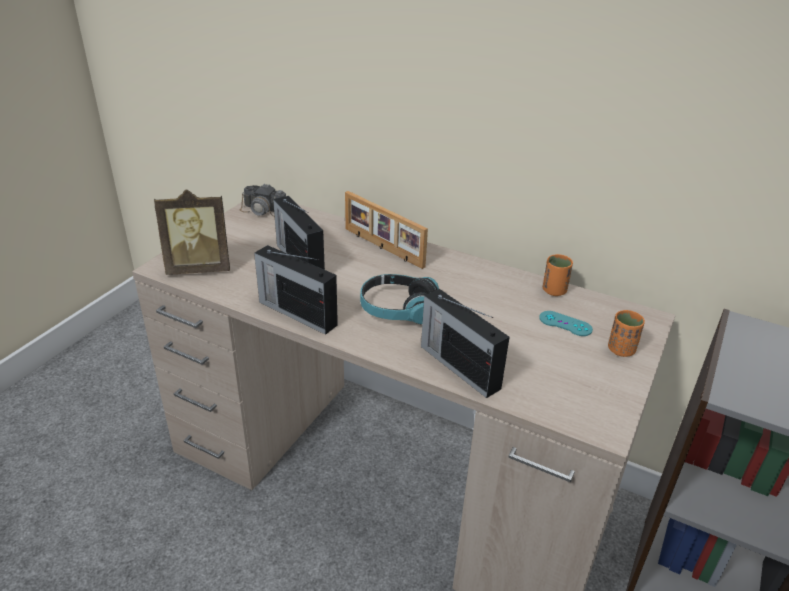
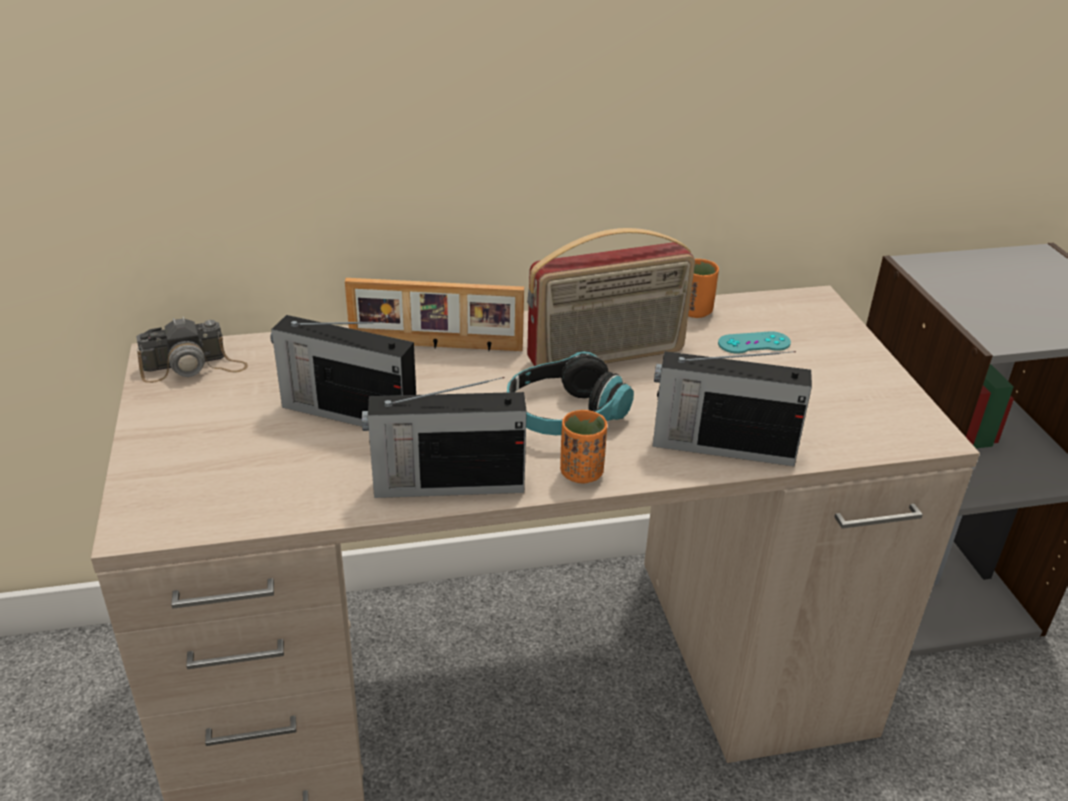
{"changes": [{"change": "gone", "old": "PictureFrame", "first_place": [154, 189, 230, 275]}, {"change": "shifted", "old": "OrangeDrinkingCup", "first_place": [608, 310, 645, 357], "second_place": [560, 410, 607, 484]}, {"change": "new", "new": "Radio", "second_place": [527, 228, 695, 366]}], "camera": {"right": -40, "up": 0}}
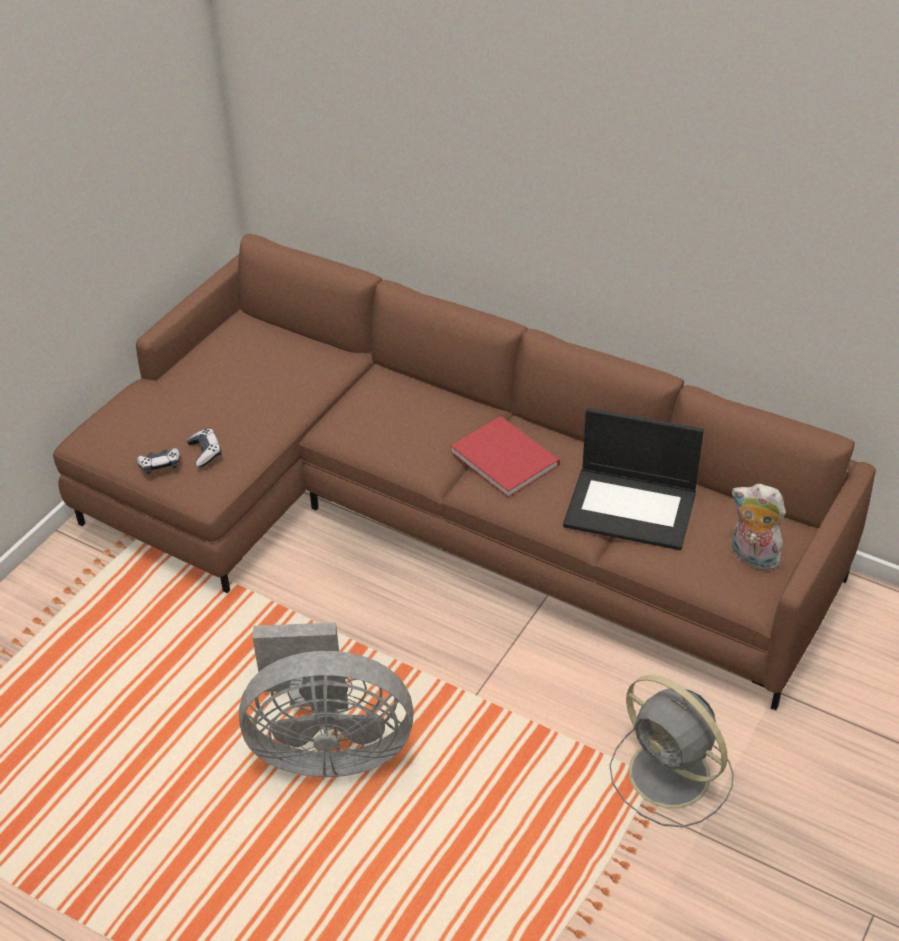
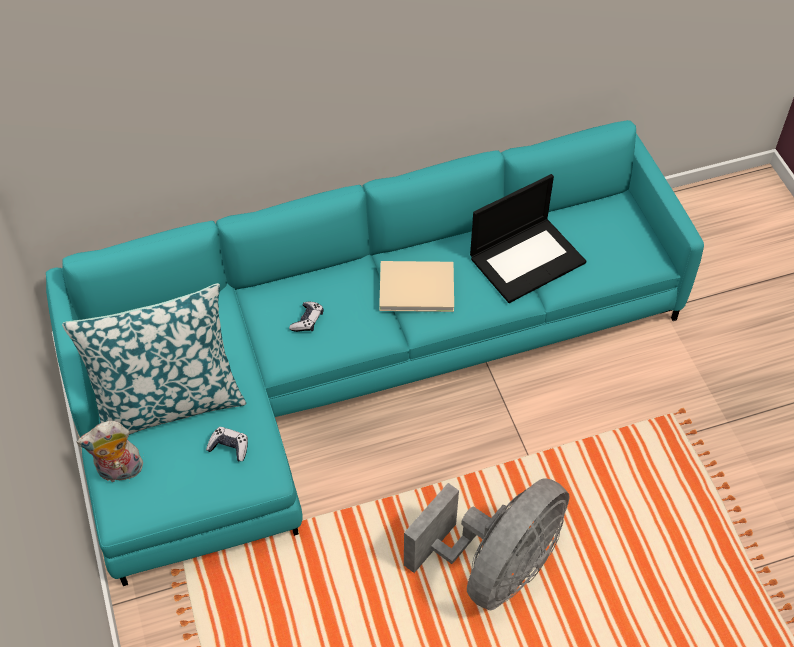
{"changes": [{"change": "repainted", "old": "BrownishSettee", "new": "TurquoiseColouredSettee", "first_place": [53, 234, 876, 711], "second_place": [46, 120, 704, 586]}, {"change": "repainted", "old": "RedColouredBook", "new": "BeigeBook", "first_place": [451, 416, 560, 498], "second_place": [379, 261, 454, 312]}, {"change": "shifted", "old": "Joypad", "first_place": [136, 448, 180, 474], "second_place": [289, 302, 323, 332]}, {"change": "shifted", "old": "SoftToy", "first_place": [731, 484, 786, 570], "second_place": [77, 421, 143, 482]}, {"change": "gone", "old": "GreyCoolingFan", "first_place": [609, 675, 734, 827]}, {"change": "new", "new": "Cushion", "second_place": [62, 283, 247, 435]}], "camera": {"right": -50, "up": 10}}
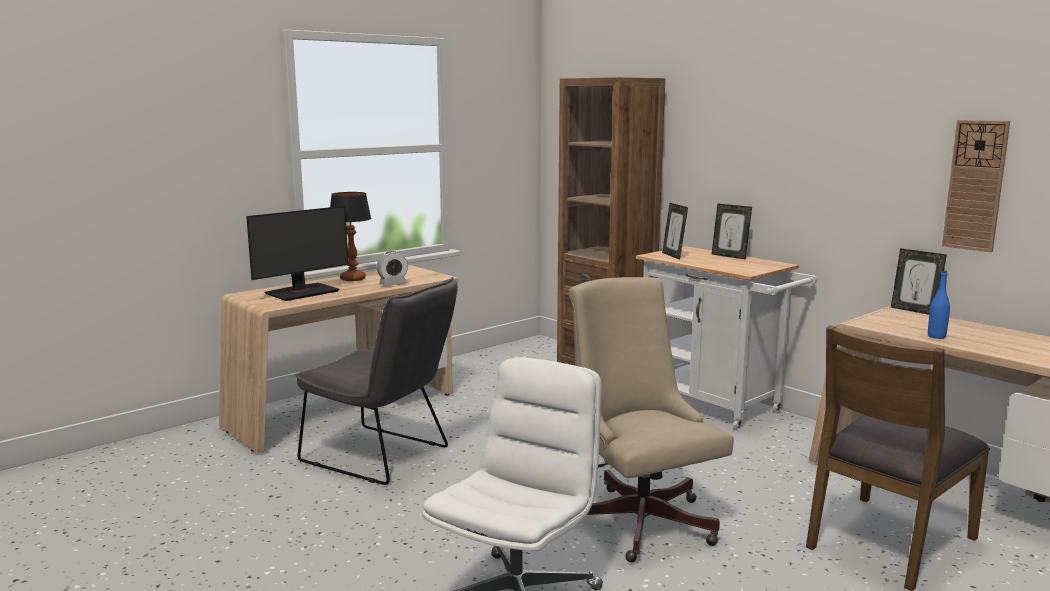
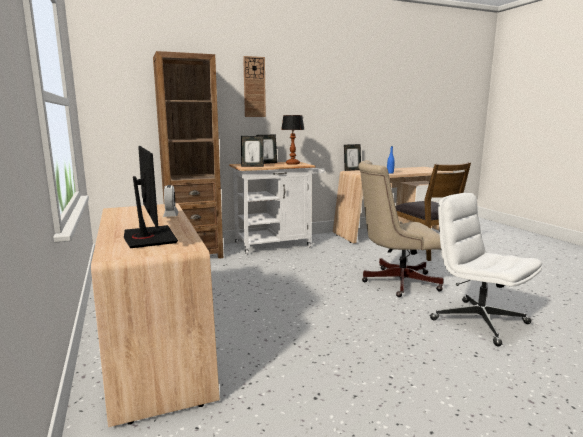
{"changes": [{"change": "shifted", "old": "ClockOnTheWall", "first_place": [942, 120, 1010, 252], "second_place": [243, 56, 266, 117]}, {"change": "shifted", "old": "TabletopLamp", "first_place": [330, 192, 371, 281], "second_place": [281, 115, 305, 165]}, {"change": "gone", "old": "GreyChair", "first_place": [295, 277, 458, 485]}], "camera": {"right": -70, "up": 0}}
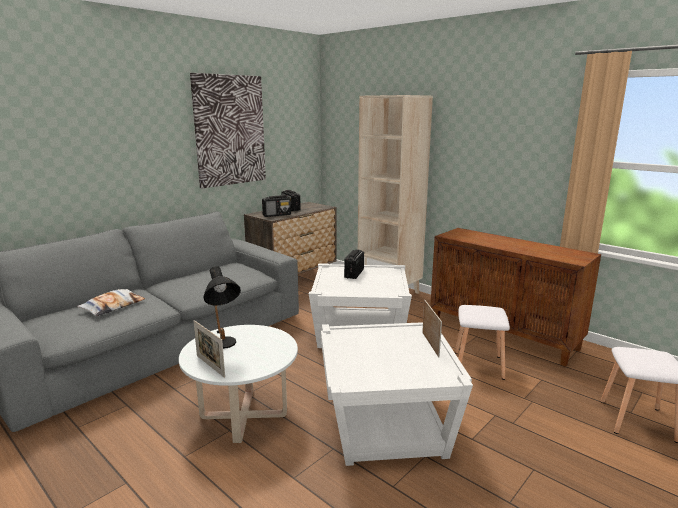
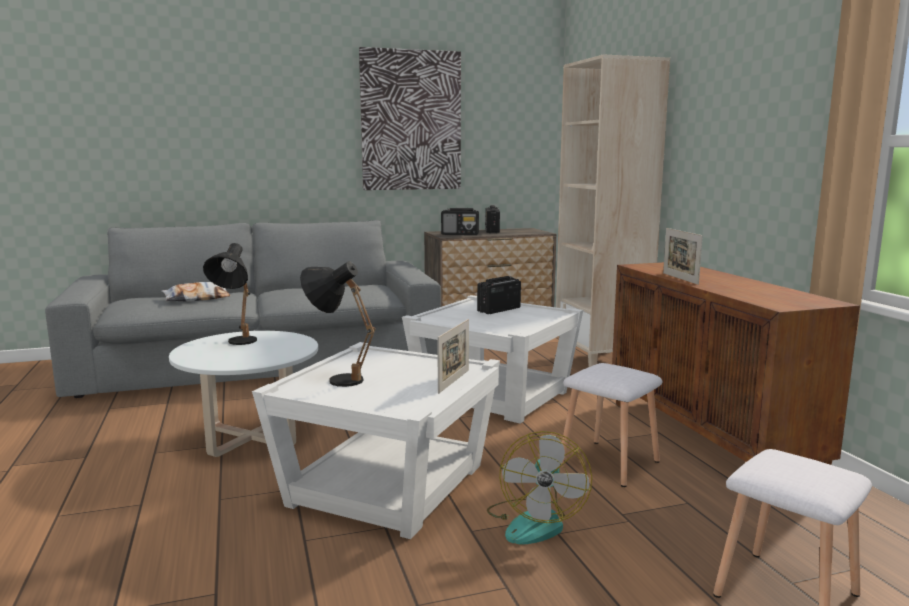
{"changes": [{"change": "shifted", "old": "PictureFrame", "first_place": [194, 320, 225, 378], "second_place": [663, 228, 703, 285]}, {"change": "new", "new": "BlackTabletopLamp", "second_place": [300, 261, 376, 387]}, {"change": "new", "new": "CoolingFan", "second_place": [487, 431, 592, 544]}], "camera": {"right": 30, "up": -5}}
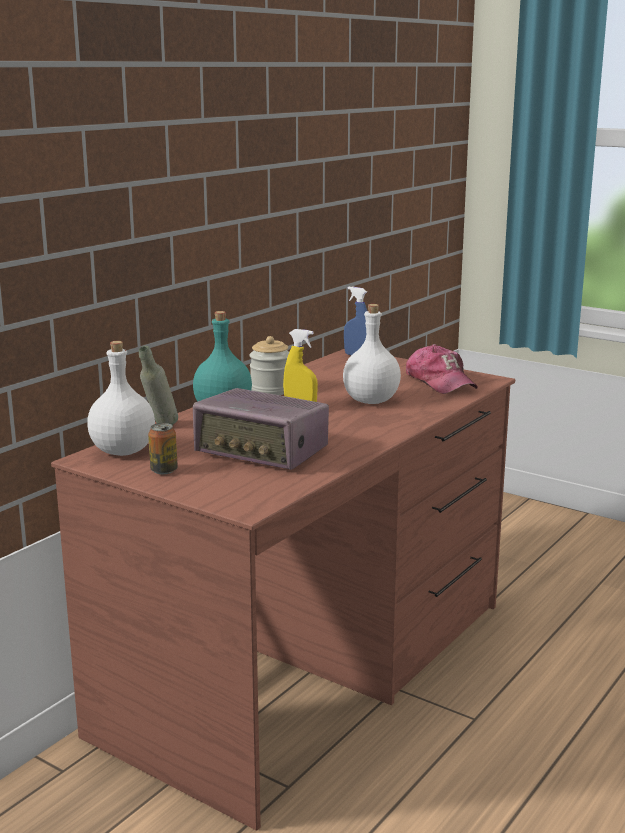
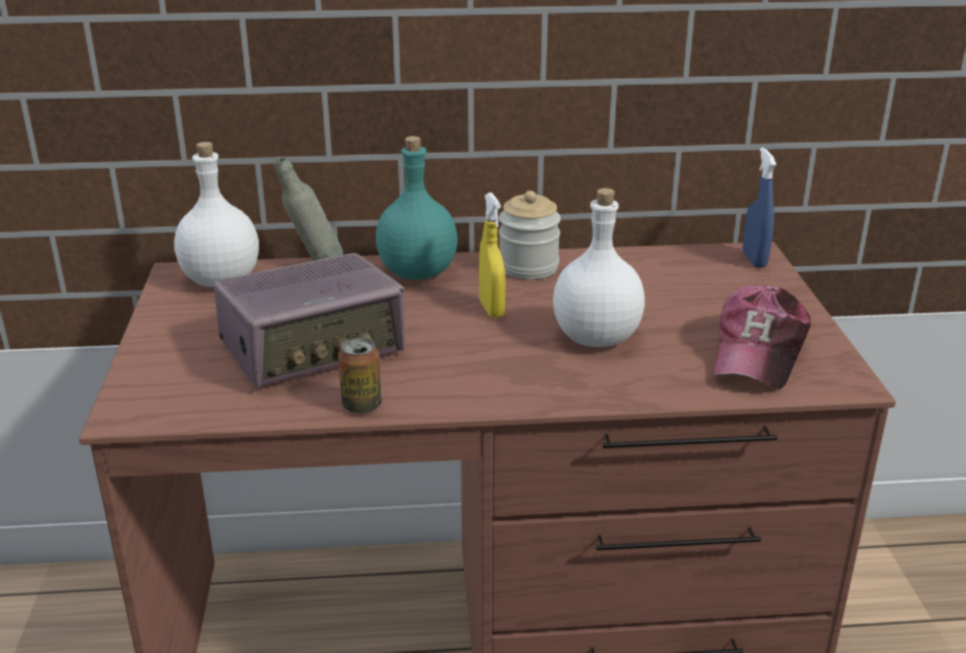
{"changes": [{"change": "rotated", "old": "Radio", "first_place": [193, 388, 329, 470], "second_place": [214, 253, 405, 388], "degrees": -105}, {"change": "shifted", "old": "Can", "first_place": [148, 423, 178, 474], "second_place": [338, 338, 382, 414]}], "camera": {"right": 50, "up": 10}}
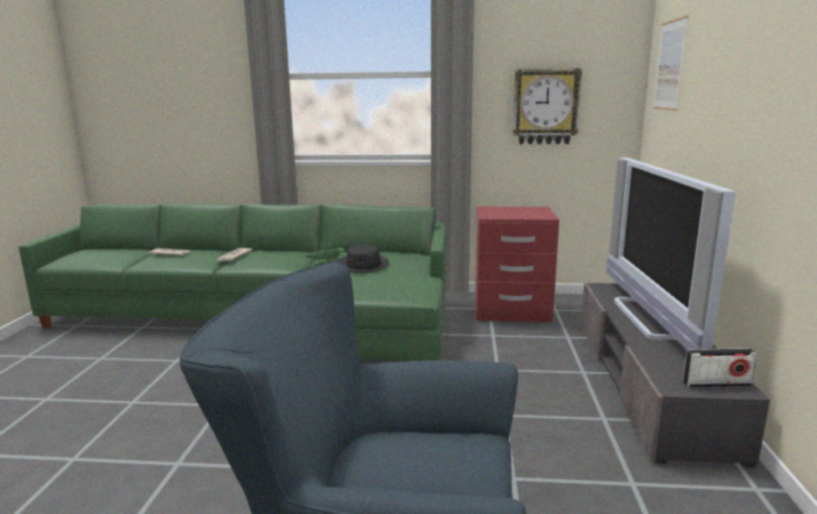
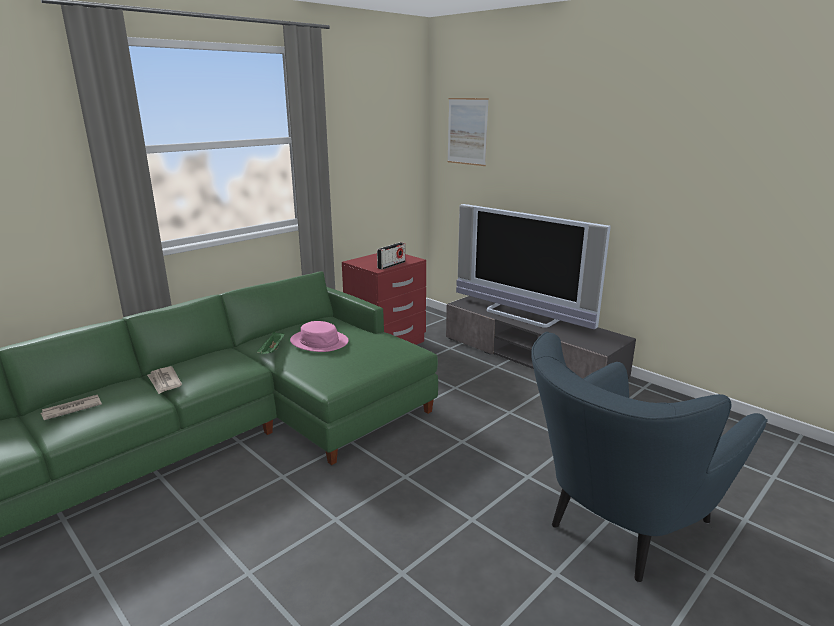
{"changes": [{"change": "gone", "old": "ClockOnTheWall", "first_place": [513, 68, 582, 144]}, {"change": "repainted", "old": "BlackClothingHat", "new": "PinkishClothingHat", "first_place": [338, 244, 389, 273], "second_place": [290, 321, 349, 352]}, {"change": "shifted", "old": "Radio", "first_place": [683, 348, 757, 388], "second_place": [377, 242, 405, 270]}], "camera": {"right": -50, "up": 5}}
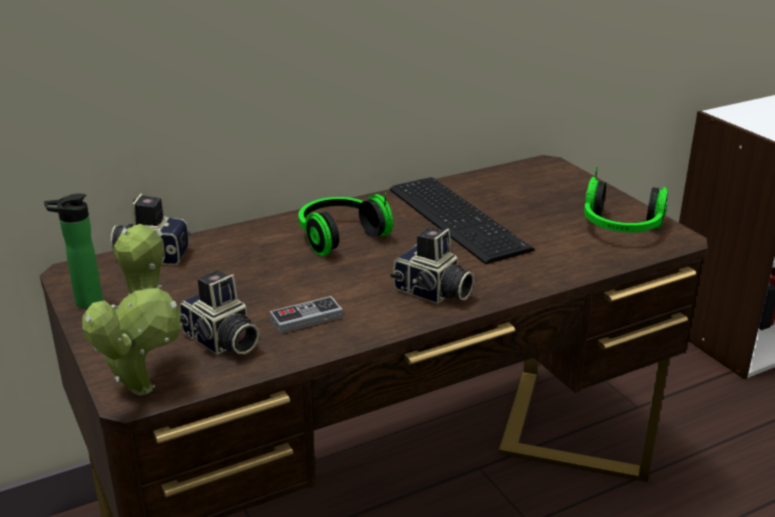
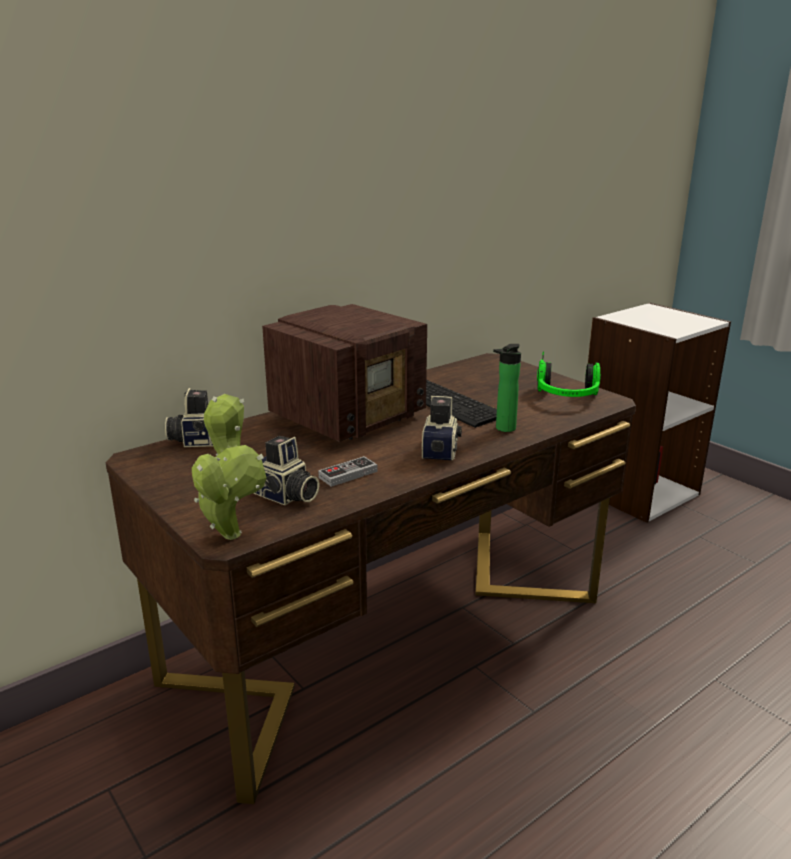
{"changes": [{"change": "shifted", "old": "BeverageBottle", "first_place": [44, 193, 103, 308], "second_place": [493, 344, 521, 432]}, {"change": "swapped", "old": "Headset", "new": "Radio", "first_place": [298, 193, 393, 256], "second_place": [262, 304, 427, 442]}, {"change": "rotated", "old": "PhotoCamera", "first_place": [390, 227, 475, 304], "second_place": [422, 396, 462, 461], "degrees": -105}], "camera": {"right": -10, "up": -5}}
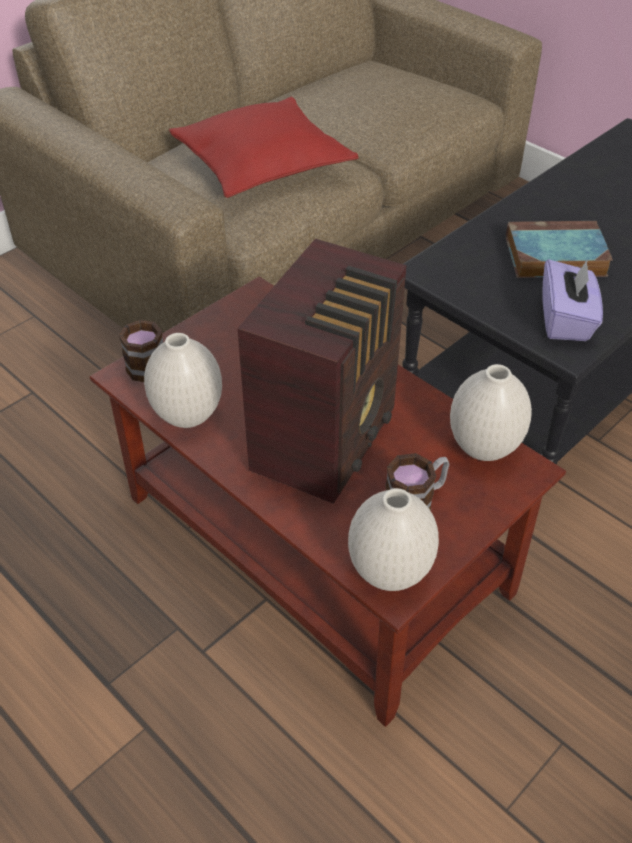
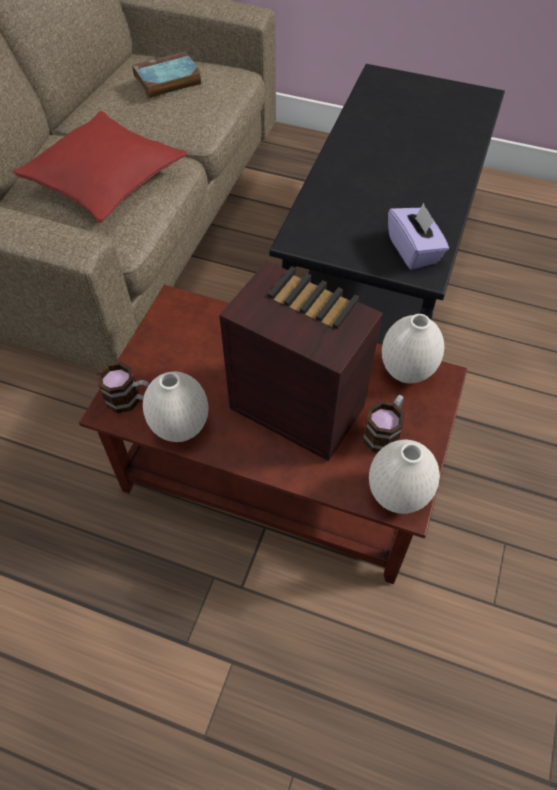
{"changes": [{"change": "shifted", "old": "Book", "first_place": [506, 221, 613, 278], "second_place": [132, 51, 202, 98]}, {"change": "rotated", "old": "Radio", "first_place": [237, 239, 407, 504], "second_place": [219, 261, 383, 461], "degrees": -60}], "camera": {"right": -25, "up": 10}}
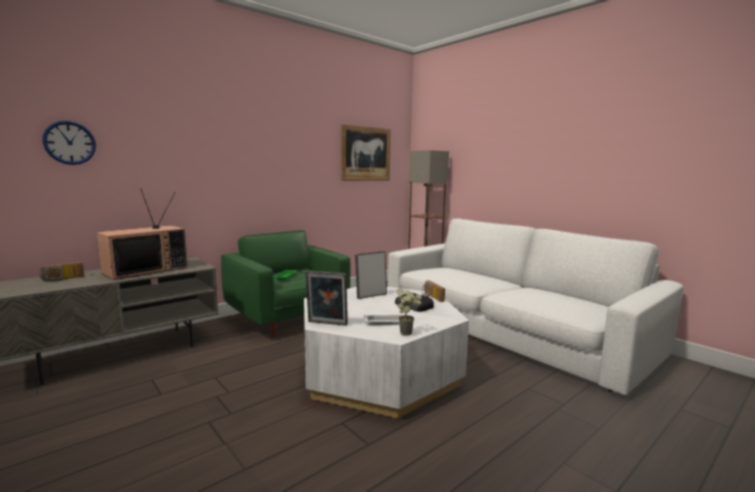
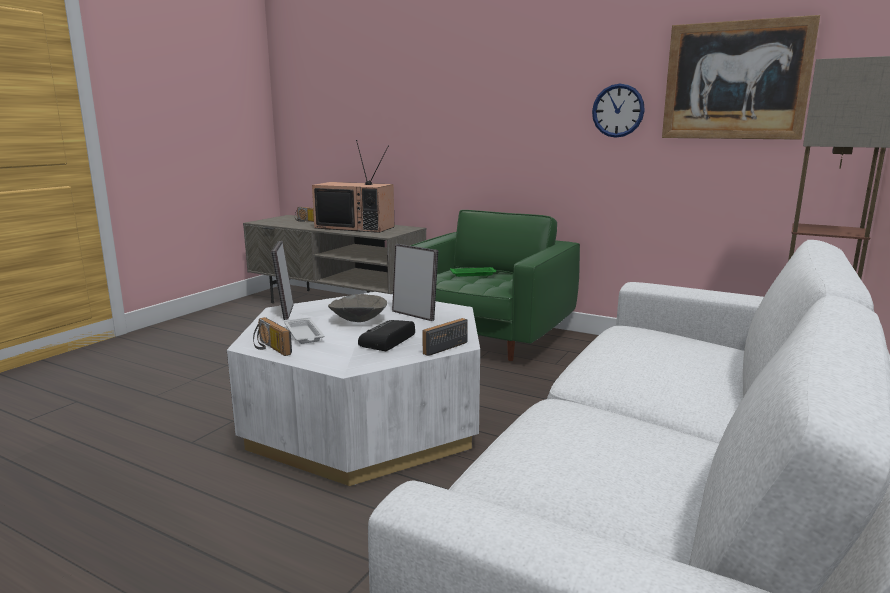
{"changes": [{"change": "shifted", "old": "ClockOnTheWall", "first_place": [42, 121, 96, 165], "second_place": [592, 84, 645, 138]}, {"change": "swapped", "old": "PlantInAPot", "new": "Radio", "first_place": [396, 289, 422, 336], "second_place": [253, 317, 292, 356]}, {"change": "new", "new": "GreyBowl", "second_place": [328, 294, 387, 322]}], "camera": {"right": 70, "up": 5}}
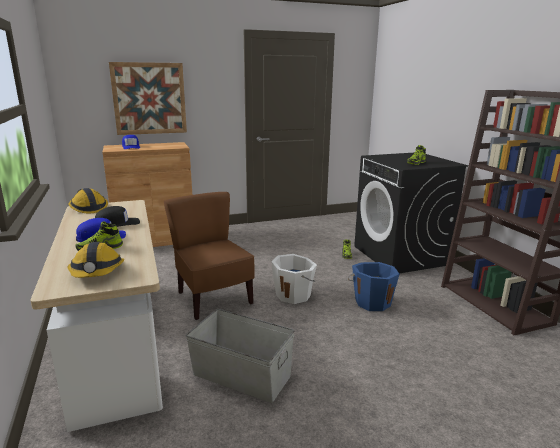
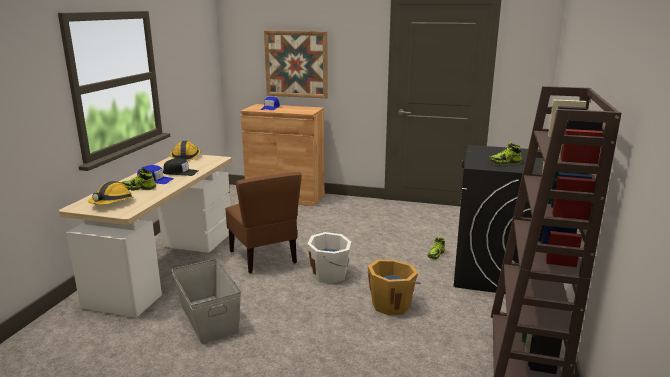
{"changes": [{"change": "rotated", "old": "BrownishChair", "first_place": [164, 192, 255, 320], "second_place": [225, 172, 302, 274], "degrees": 150}, {"change": "repainted", "old": "BlueBucket", "new": "OrangeBucket", "first_place": [348, 262, 400, 311], "second_place": [368, 259, 421, 315]}], "camera": {"right": 35, "up": 0}}
